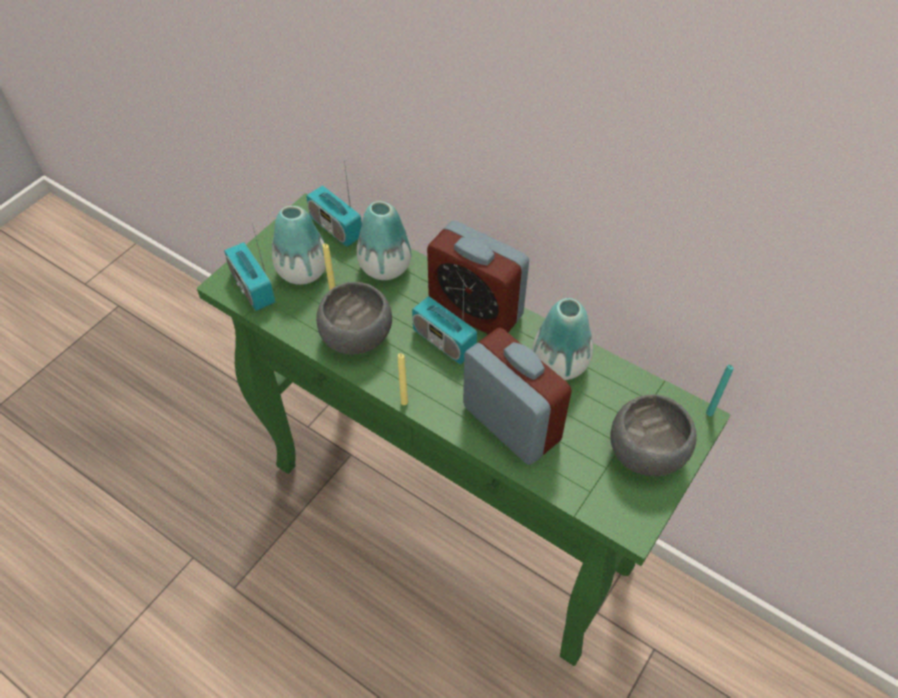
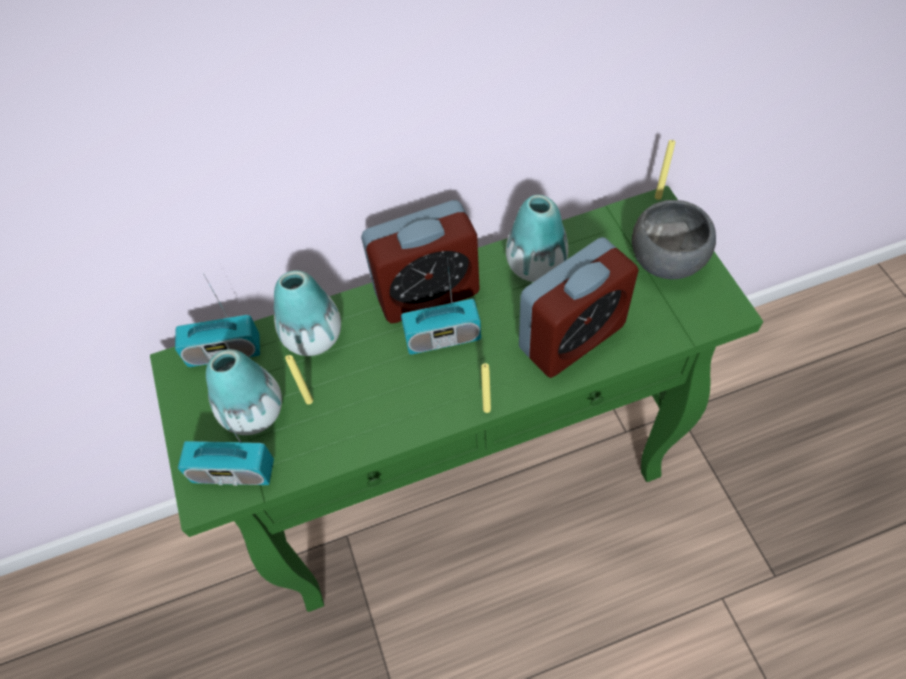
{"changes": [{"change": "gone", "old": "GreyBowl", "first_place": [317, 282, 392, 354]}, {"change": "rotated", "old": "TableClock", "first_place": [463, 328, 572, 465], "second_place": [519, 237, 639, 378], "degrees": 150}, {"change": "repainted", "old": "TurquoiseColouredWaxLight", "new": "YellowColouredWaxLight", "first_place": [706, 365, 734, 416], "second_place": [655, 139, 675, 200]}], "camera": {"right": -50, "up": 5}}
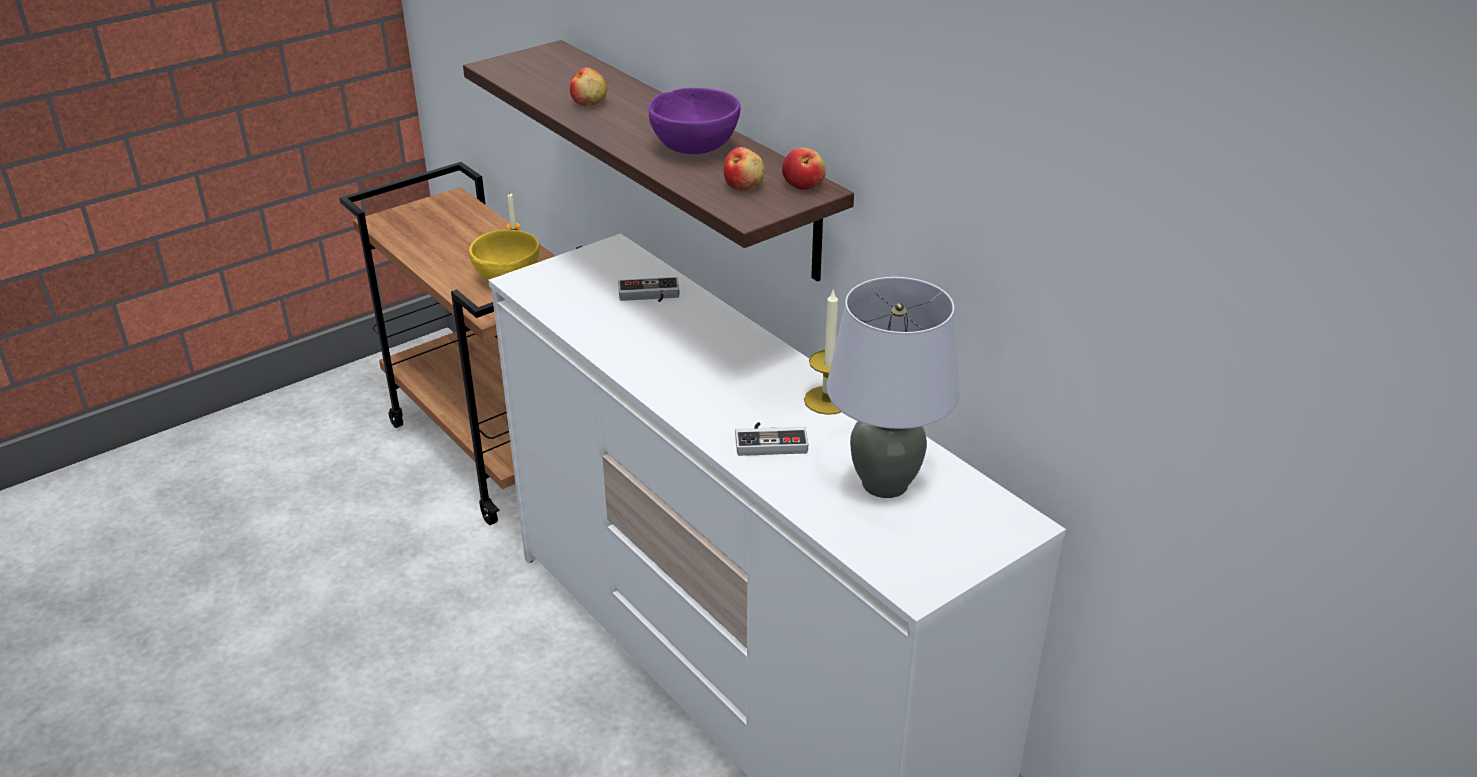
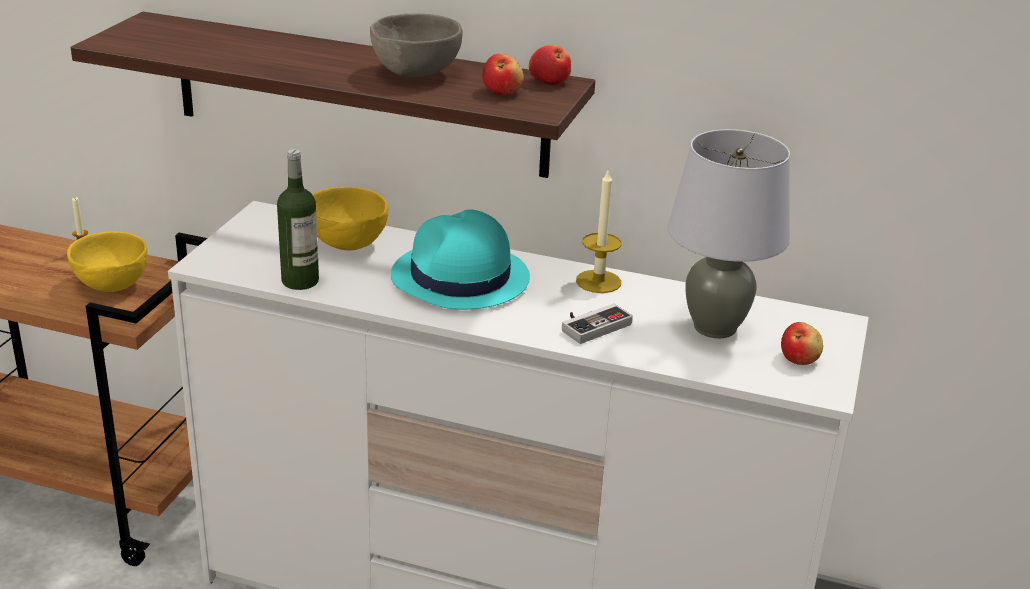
{"changes": [{"change": "shifted", "old": "WholeApple", "first_place": [570, 67, 607, 106], "second_place": [781, 322, 823, 365]}, {"change": "repainted", "old": "PurplishBowl", "new": "GreyBowl", "first_place": [649, 88, 741, 154], "second_place": [370, 14, 463, 77]}, {"change": "swapped", "old": "Joypad", "new": "YellowColouredBowl", "first_place": [618, 277, 679, 302], "second_place": [312, 187, 389, 250]}, {"change": "new", "new": "BeverageBottle", "second_place": [277, 149, 319, 290]}, {"change": "new", "new": "TurquoiseColouredClothingHat", "second_place": [391, 209, 530, 310]}], "camera": {"right": -35, "up": -5}}
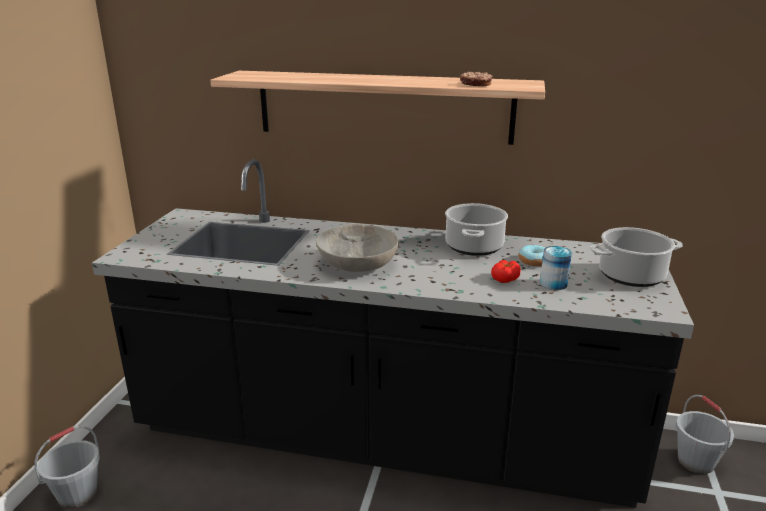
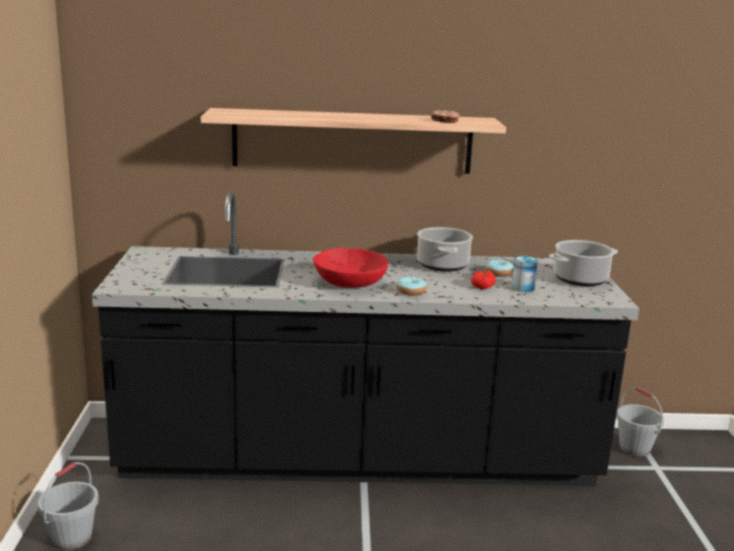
{"changes": [{"change": "repainted", "old": "GreyBowl", "new": "RedColouredBowl", "first_place": [316, 224, 399, 272], "second_place": [313, 248, 389, 288]}, {"change": "new", "new": "Donut", "second_place": [396, 277, 427, 296]}], "camera": {"right": -15, "up": -5}}
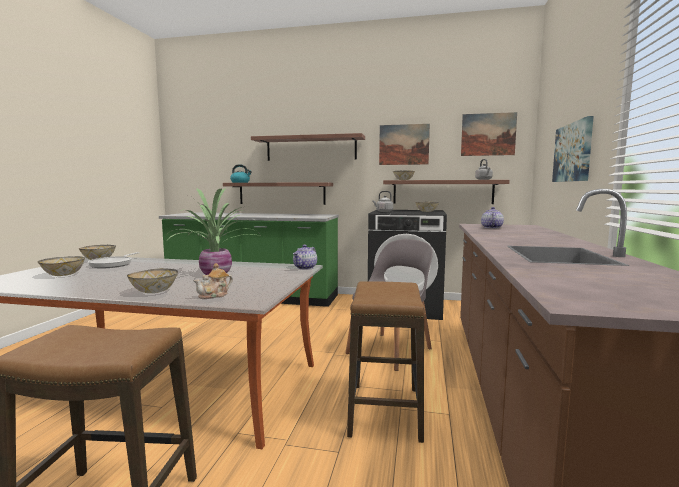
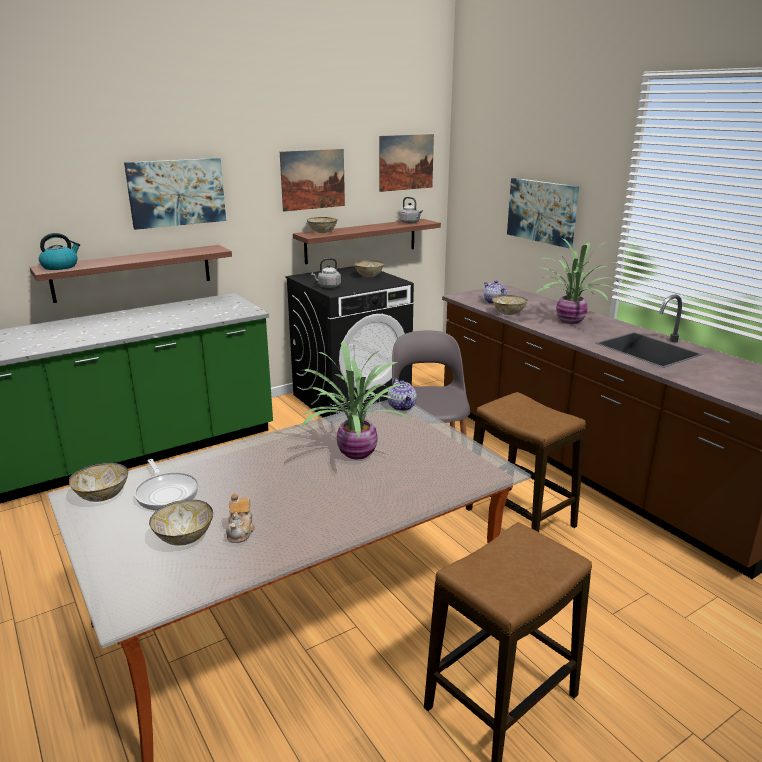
{"changes": [{"change": "swapped", "old": "BracketShelf", "new": "WallArt", "first_place": [251, 133, 365, 161], "second_place": [124, 158, 226, 230]}, {"change": "shifted", "old": "Teapot", "first_place": [194, 263, 233, 299], "second_place": [226, 493, 255, 543]}, {"change": "shifted", "old": "Bowl", "first_place": [127, 268, 178, 293], "second_place": [492, 295, 528, 315]}, {"change": "new", "new": "PlantInAPot", "second_place": [536, 239, 619, 324]}], "camera": {"right": -45, "up": 15}}
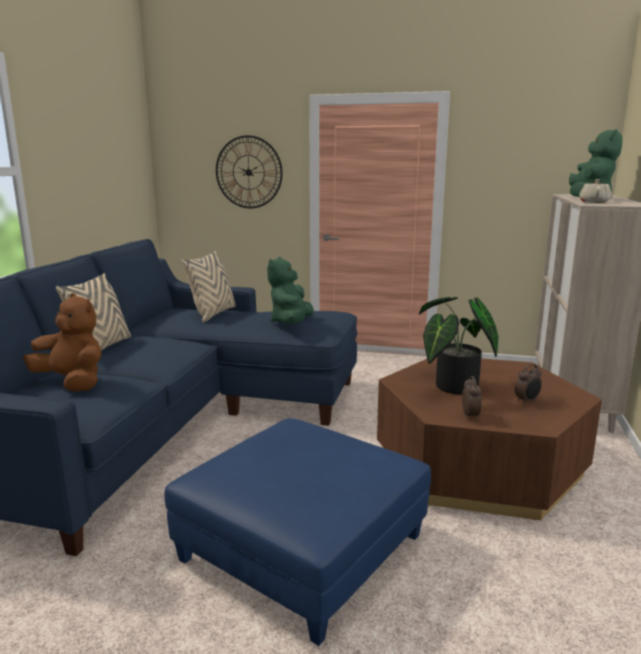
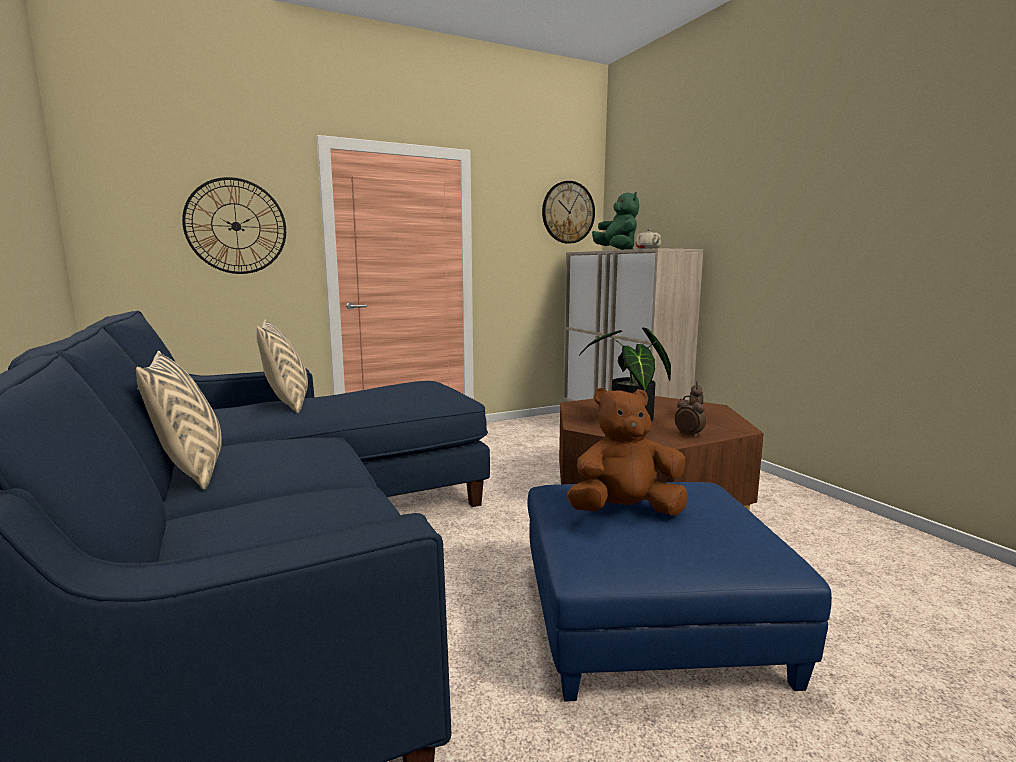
{"changes": [{"change": "gone", "old": "GreenSoftToy", "first_place": [267, 257, 314, 324]}, {"change": "shifted", "old": "BrownishSoftToy", "first_place": [23, 293, 101, 392], "second_place": [567, 387, 688, 515]}, {"change": "new", "new": "ClockOnTheWall", "second_place": [542, 181, 595, 244]}], "camera": {"right": -40, "up": -5}}
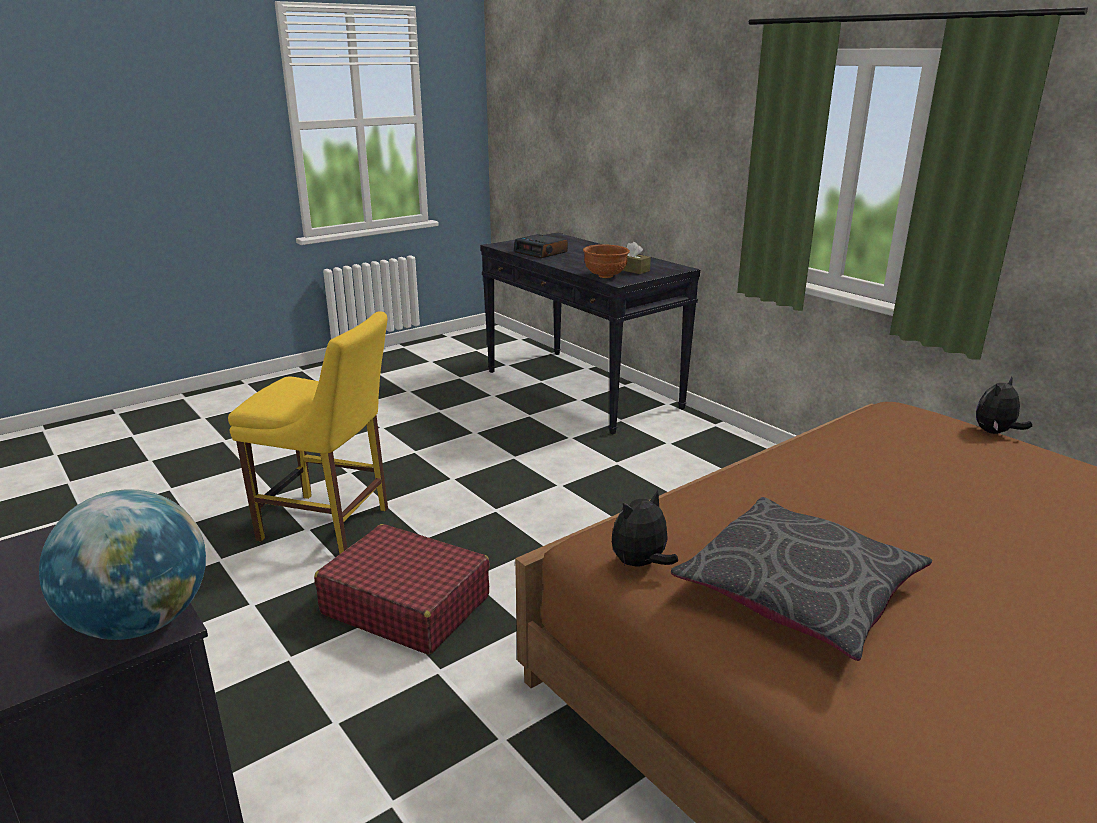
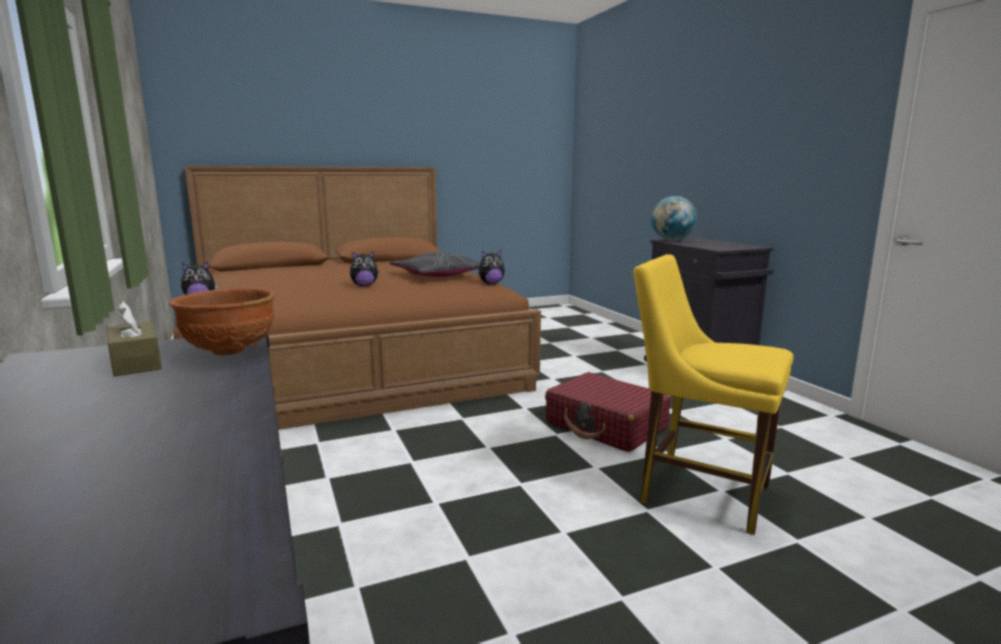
{"changes": [{"change": "gone", "old": "TableClock", "first_place": [514, 234, 568, 258]}, {"change": "new", "new": "SoftToy", "second_place": [350, 252, 380, 286]}], "camera": {"right": -165, "up": -10}}
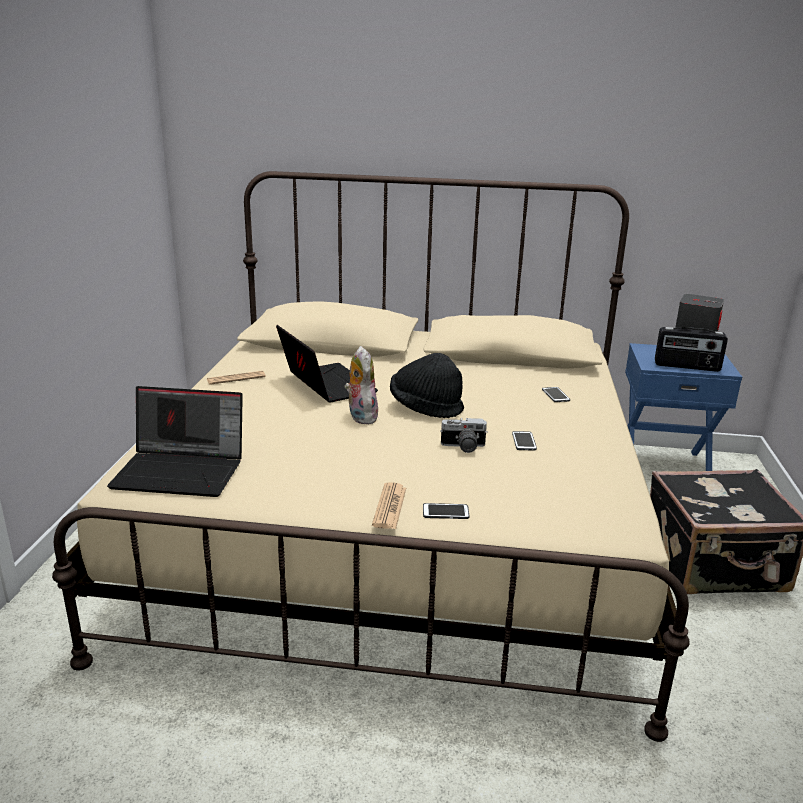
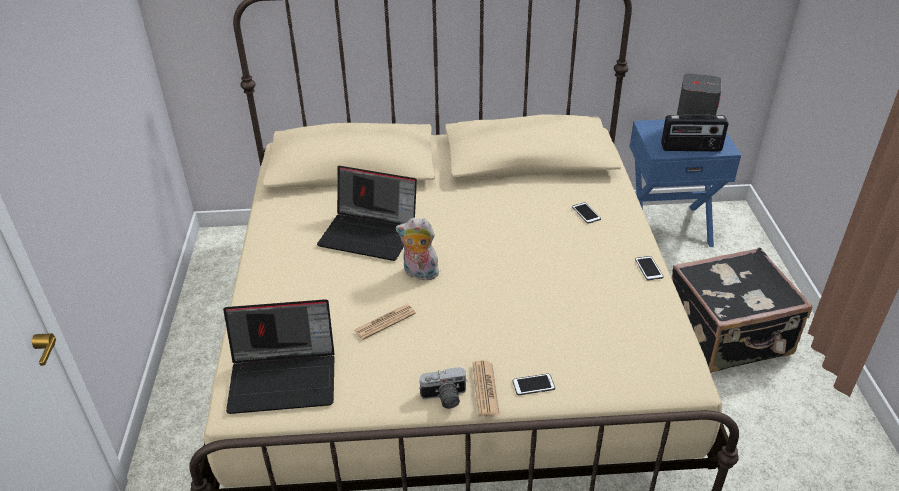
{"changes": [{"change": "rotated", "old": "PortableComputer", "first_place": [276, 325, 378, 403], "second_place": [317, 166, 417, 261], "degrees": 150}, {"change": "rotated", "old": "SoftToy", "first_place": [344, 346, 378, 424], "second_place": [396, 217, 439, 280], "degrees": -45}, {"change": "gone", "old": "BlackClothingHat", "first_place": [390, 353, 464, 418]}, {"change": "shifted", "old": "PrintedPaper", "first_place": [207, 371, 266, 385], "second_place": [354, 304, 416, 340]}, {"change": "shifted", "old": "PhotoCamera", "first_place": [440, 418, 488, 453], "second_place": [419, 367, 468, 409]}, {"change": "shifted", "old": "Telephone", "first_place": [512, 431, 537, 451], "second_place": [635, 256, 663, 280]}], "camera": {"right": -10, "up": 15}}
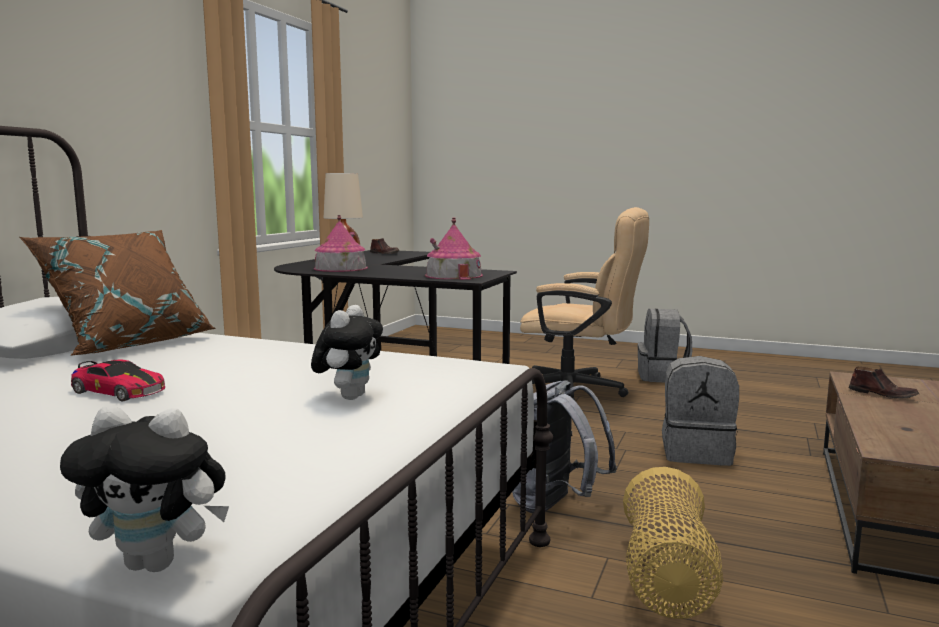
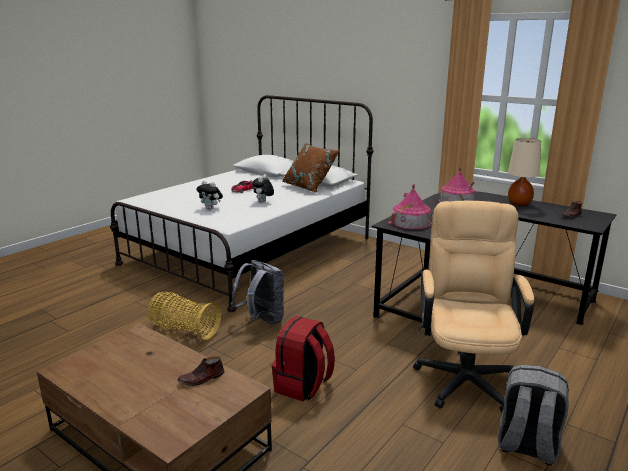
{"changes": [{"change": "rotated", "old": "BeigeComputerChair", "first_place": [520, 207, 649, 400], "second_place": [413, 201, 535, 413], "degrees": 150}, {"change": "repainted", "old": "GreyKnapsack", "new": "RedColouredKnapsack", "first_place": [662, 356, 739, 466], "second_place": [272, 316, 335, 402]}, {"change": "shifted", "old": "SoftToy", "first_place": [60, 406, 229, 572], "second_place": [252, 174, 274, 203]}], "camera": {"right": 105, "up": 10}}
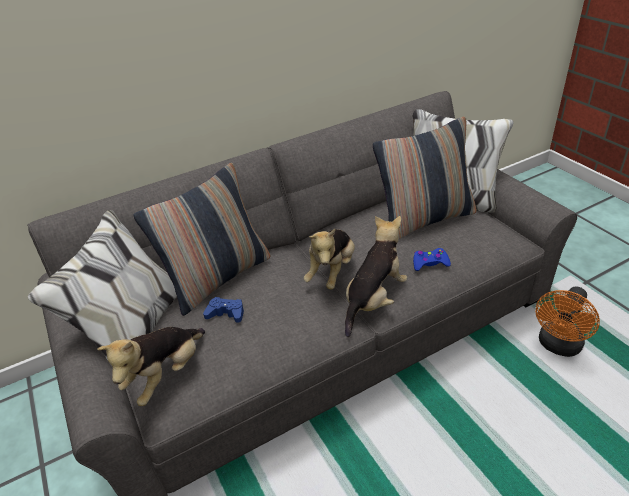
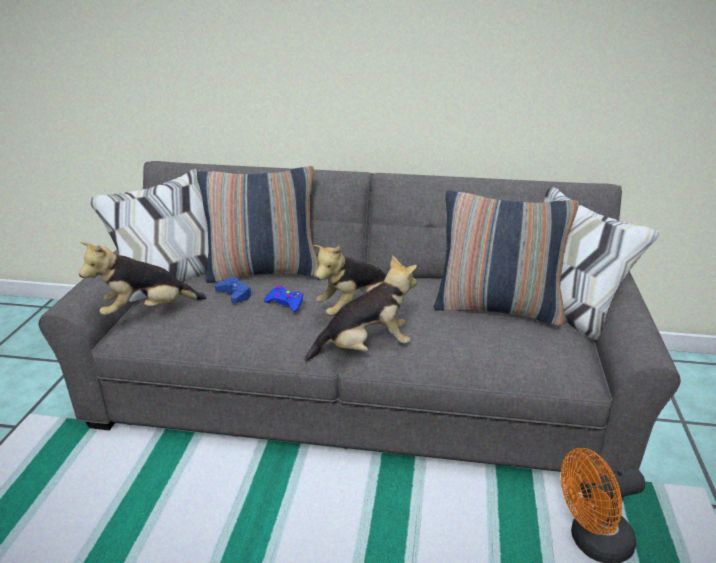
{"changes": [{"change": "shifted", "old": "BlueJoypad", "first_place": [413, 248, 451, 271], "second_place": [264, 285, 303, 312]}], "camera": {"right": 35, "up": -10}}
